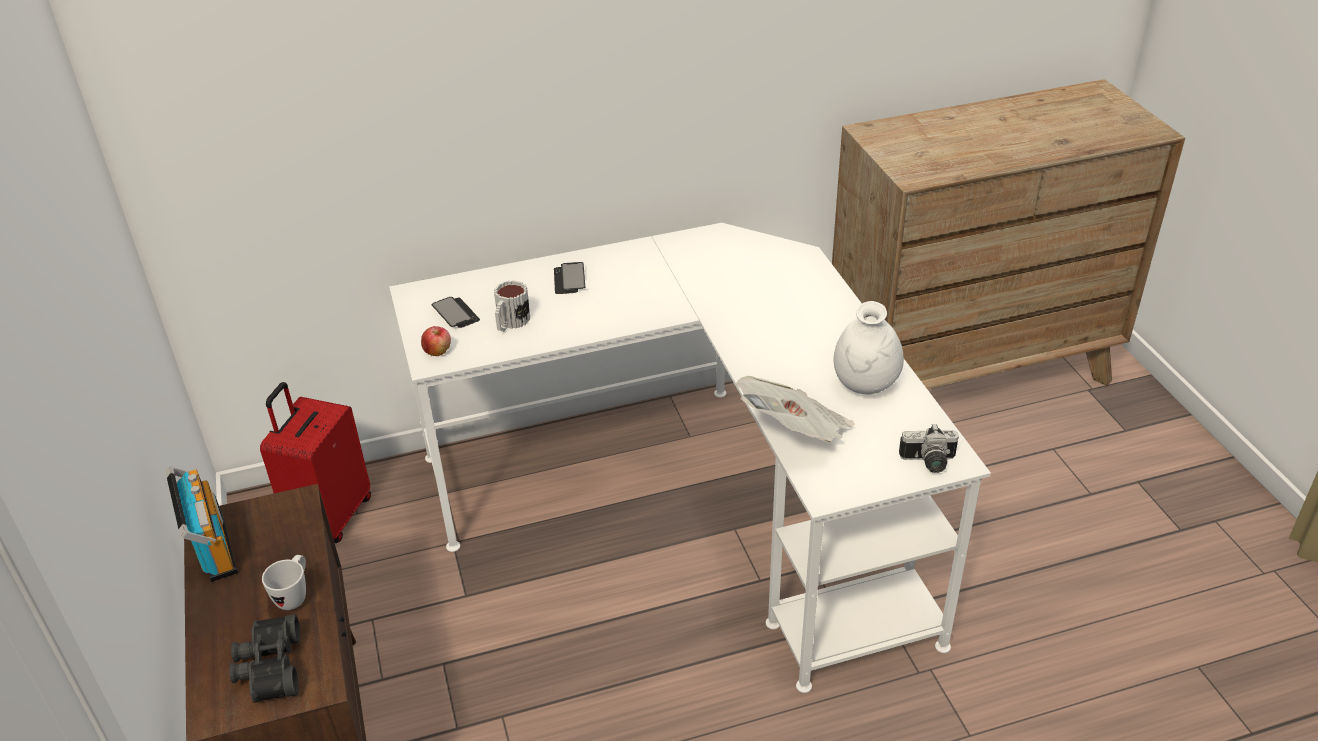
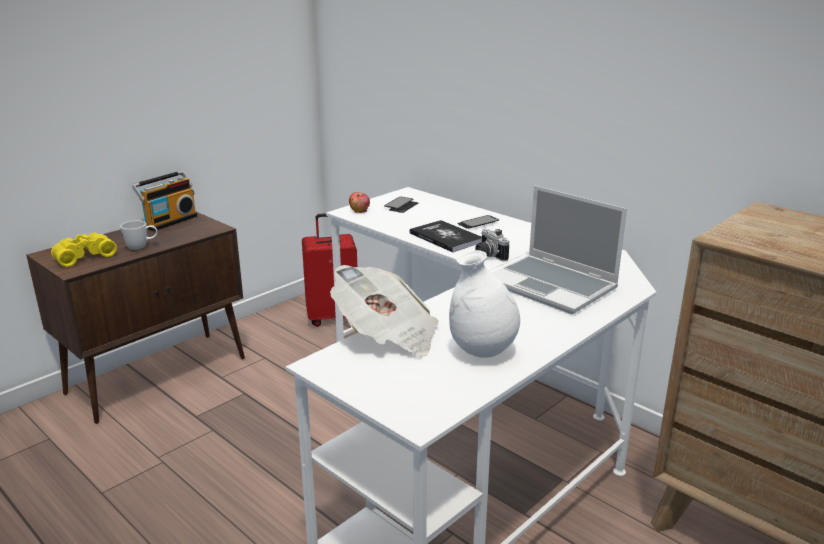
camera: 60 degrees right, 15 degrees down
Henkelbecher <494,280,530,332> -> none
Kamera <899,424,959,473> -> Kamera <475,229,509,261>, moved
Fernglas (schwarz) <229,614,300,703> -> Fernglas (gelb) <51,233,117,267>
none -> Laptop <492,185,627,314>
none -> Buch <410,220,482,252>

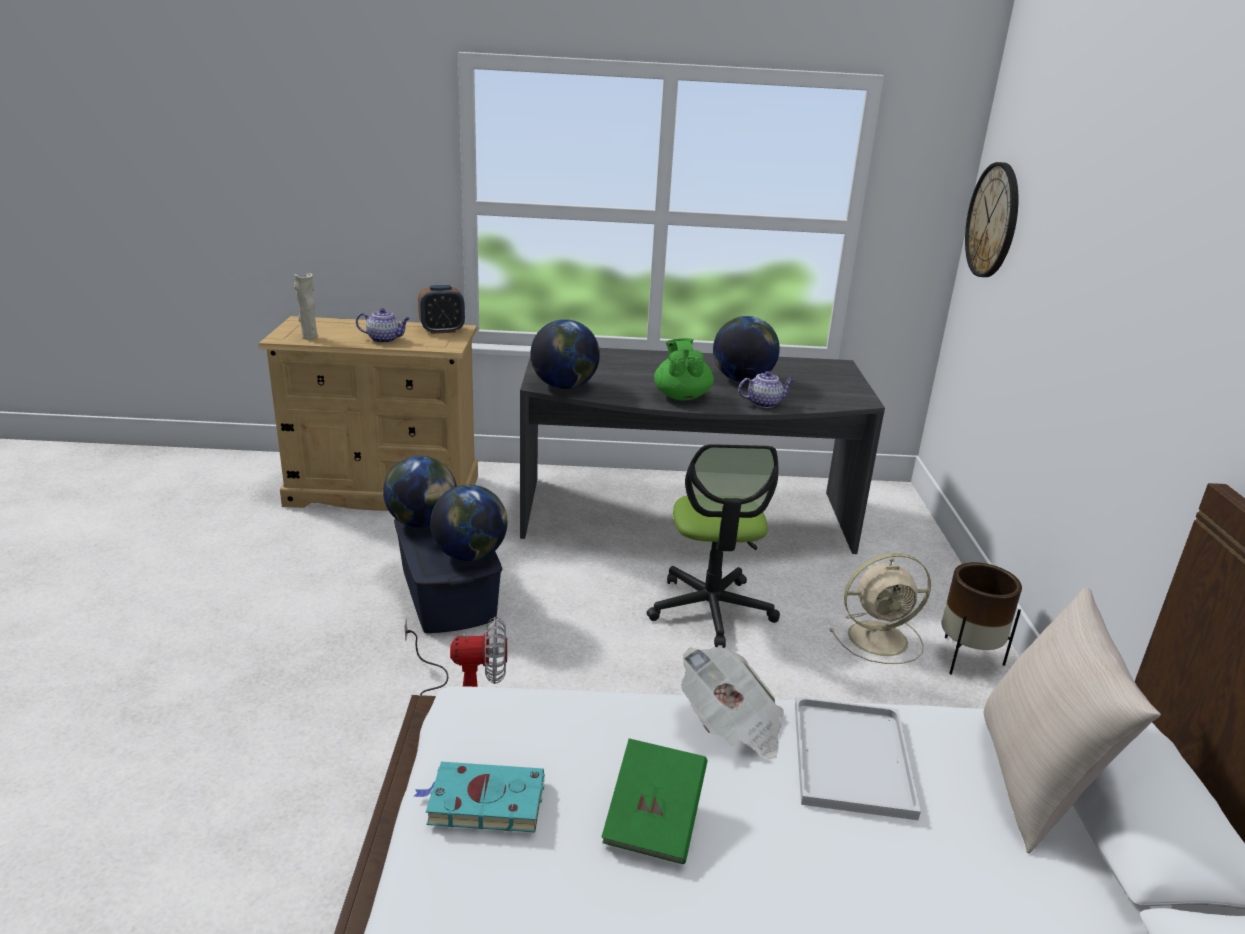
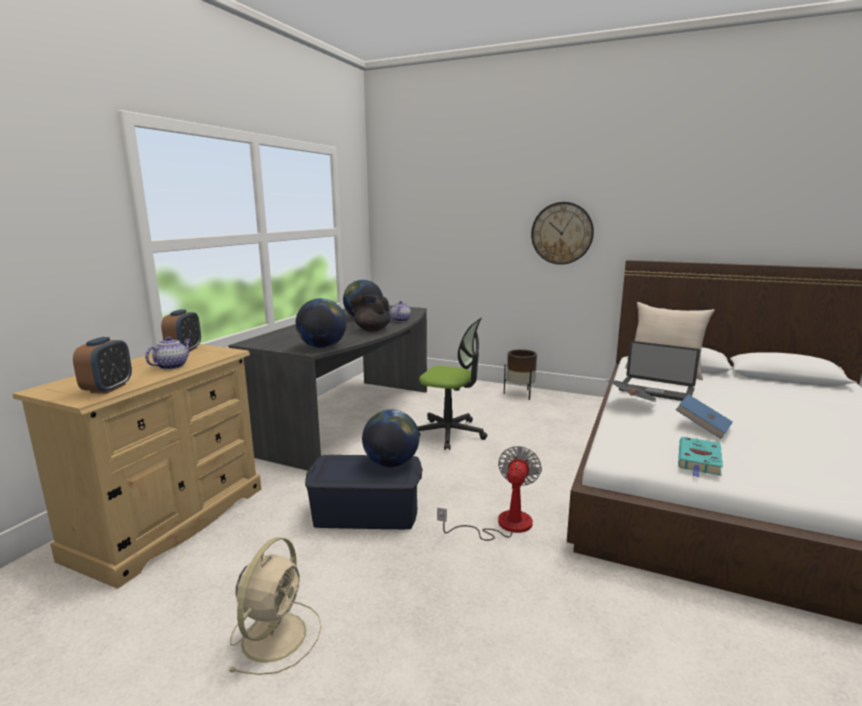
camera: 65 degrees left, 10 degrees down
Wanduhr <965,162,1019,277> -> Wanduhr <531,202,594,265>, moved
Vase (beige) <294,273,318,340> -> Wecker <73,337,132,394>
Teekanne (grün) <654,338,714,400> -> Teekanne (schwarz) <350,294,391,332>
Globus <383,456,457,528> -> none
Ventilator (beige) <830,553,931,664> -> Ventilator (beige) <229,537,322,675>, moved
Tablett (weiß) <795,697,921,820> -> Laptop <619,341,700,401>
Buch (grün) <601,738,708,864> -> Buch (blau) <675,394,733,439>

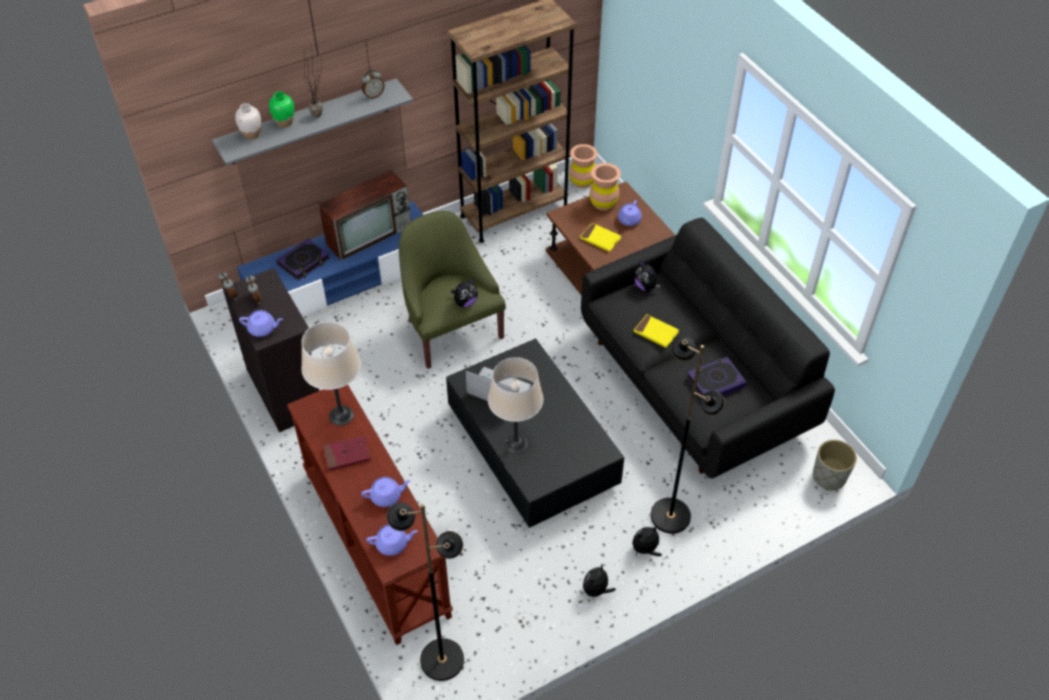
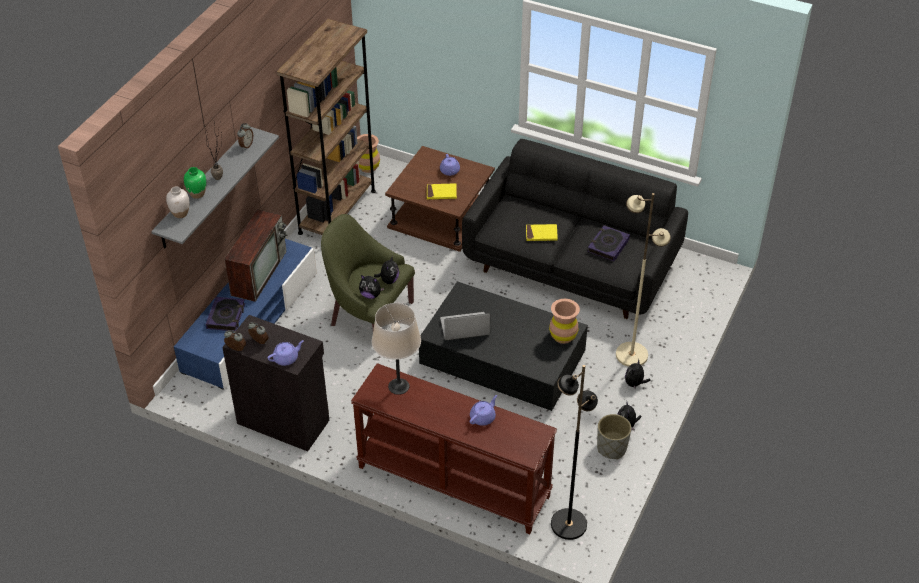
camera: 35 degrees left, 5 degrees down
Vase (braun) <589,163,621,211> -> Vase (braun) <549,299,580,344>, moved
Plüschtier <634,260,661,291> -> Plüschtier <359,275,385,299>, moved
Stehlampe (schwarz) <651,336,725,534> -> Stehlampe (beige) <616,193,671,367>
Tischlampe (beige) <488,357,543,454> -> none
Buch (rot) <323,435,371,471> -> none
Pflanzkübel (grau) <813,440,857,491> -> Pflanzkübel (grau) <597,414,631,459>, moved
Teekanne (lila) <366,524,418,556> -> none

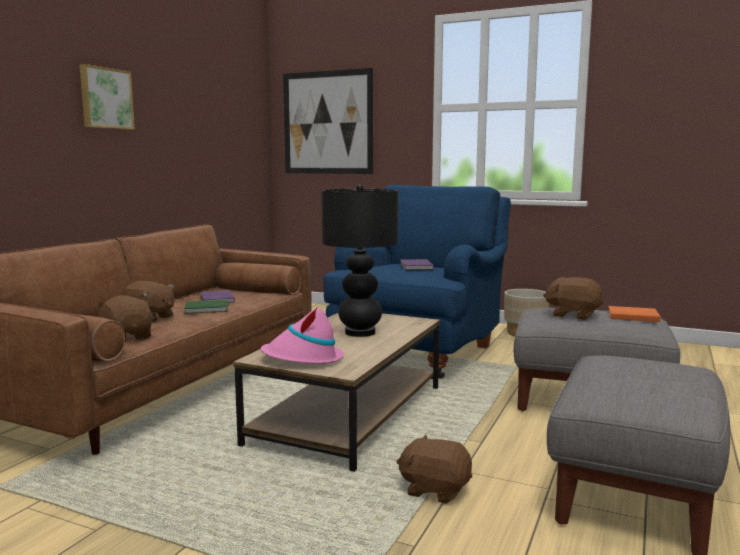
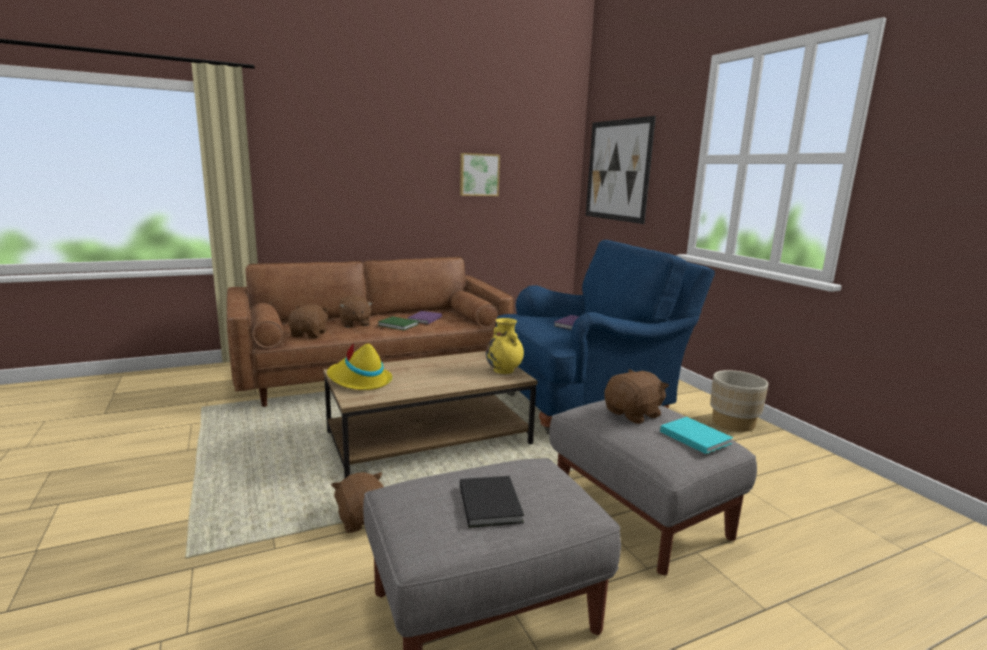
camera: 40 degrees right, 5 degrees up
Bild <80,64,135,130> -> Bild <460,153,500,196>, moved
Tischlampe (schwarz) <321,184,398,337> -> none
Plüschtier (braun) <543,277,604,320> -> Plüschtier (braun) <604,369,669,424>, 75 degrees clockwise
Buch (orange) <608,306,661,322> -> Buch (türkis) <660,417,733,454>
Hut (rosa) <261,307,344,364> -> Hut (gelb) <327,343,392,390>
none -> Vase (gelb) <486,318,524,374>
none -> Buch (schwarz) <460,476,524,528>

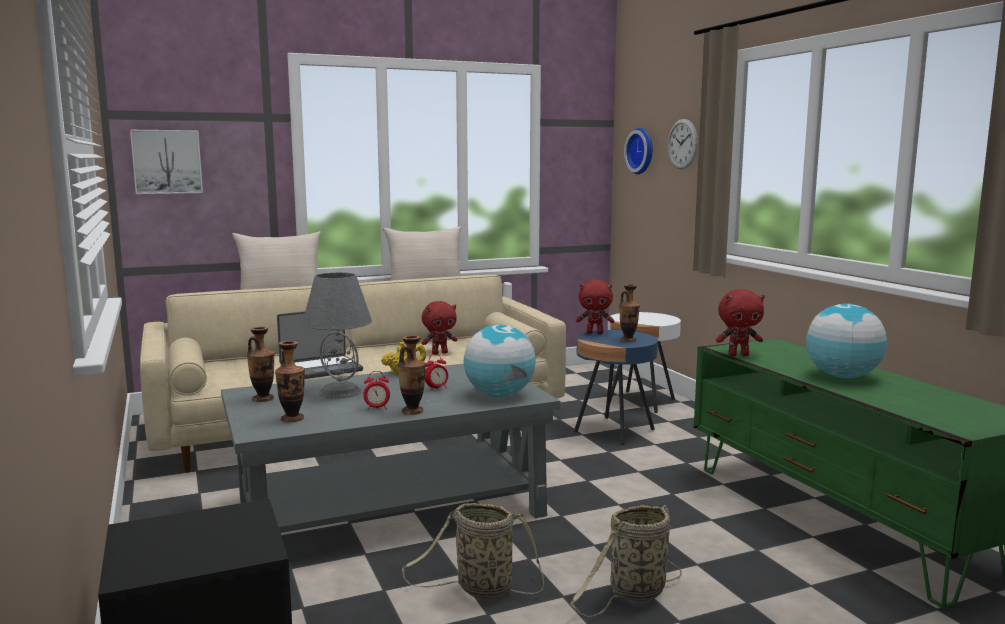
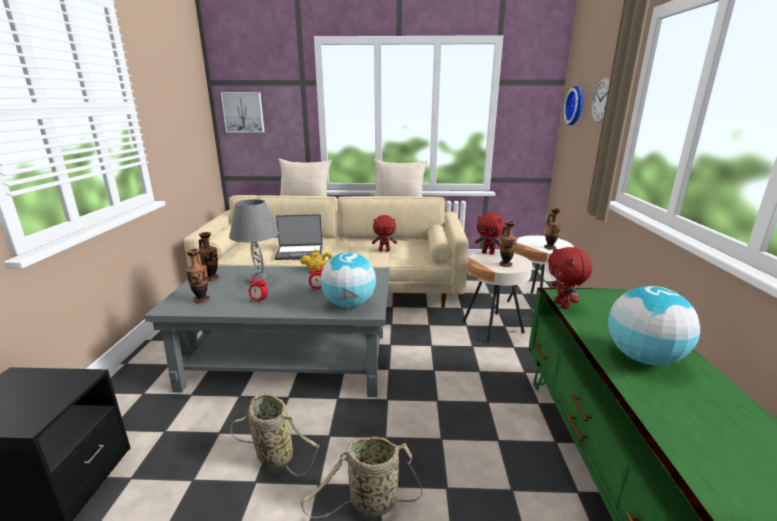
camera: 25 degrees right, 10 degrees up
Plüschtier (rot) <716,289,765,356> -> Plüschtier (rot) <548,246,592,309>, 60 degrees clockwise
Beistelltisch (blau) <574,330,658,445> -> Beistelltisch (beige) <463,251,532,342>
Vase <398,336,426,415> -> Vase <544,208,561,249>, moved

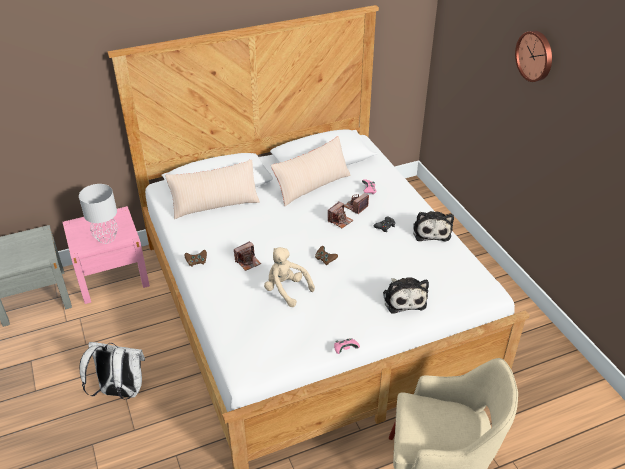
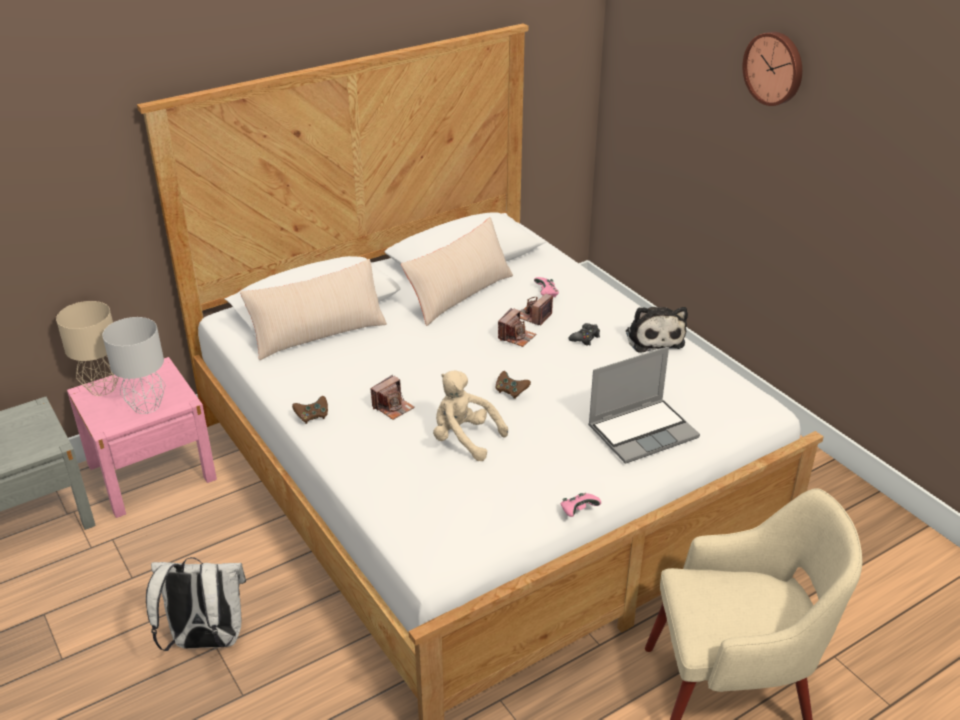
camera: 10 degrees left, 5 degrees down
Plüschtier <383,277,429,314> -> Laptop <588,347,700,464>
none -> Tischlampe (beige) <56,301,119,396>

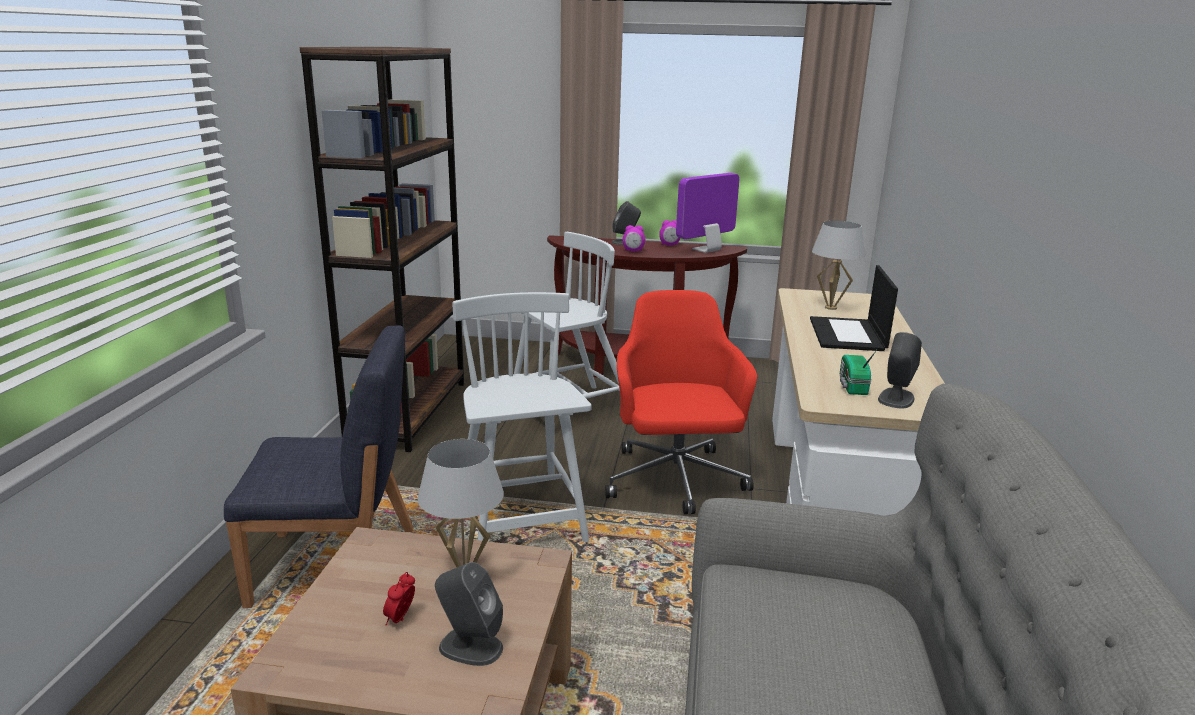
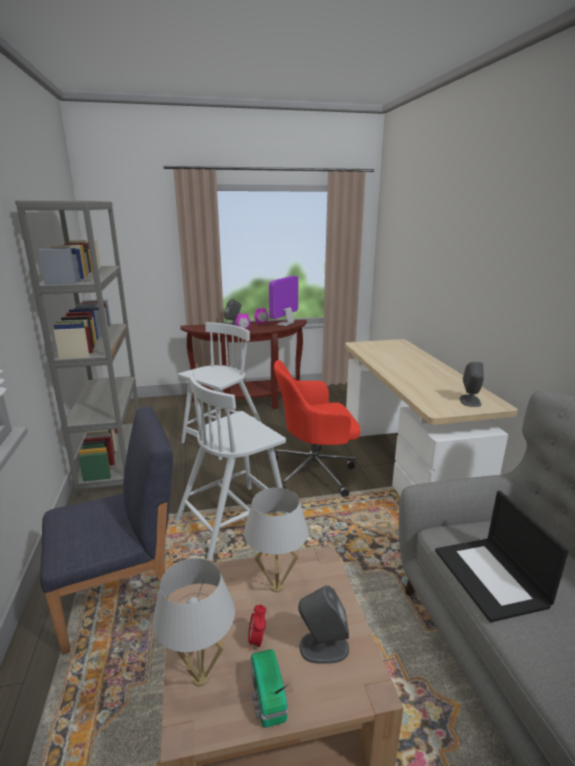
camera: 20 degrees left, 0 degrees up
Bücherregal (braun) <300,47,464,452> -> Bücherregal (grau) <15,201,139,497>
Tischlampe (weiß) <812,221,865,310> -> Tischlampe (weiß) <152,558,235,686>, moved
Laptop <810,265,898,351> -> Laptop <435,491,569,623>, moved
Bürostuhl (rot) <605,290,757,514> -> Bürostuhl (rot) <274,360,361,497>, 75 degrees counterclockwise
Stuhl (weiß) <452,292,592,542> -> Stuhl (weiß) <175,370,289,560>, 90 degrees counterclockwise
Radio <840,350,877,395> -> Radio <251,649,289,728>, moved

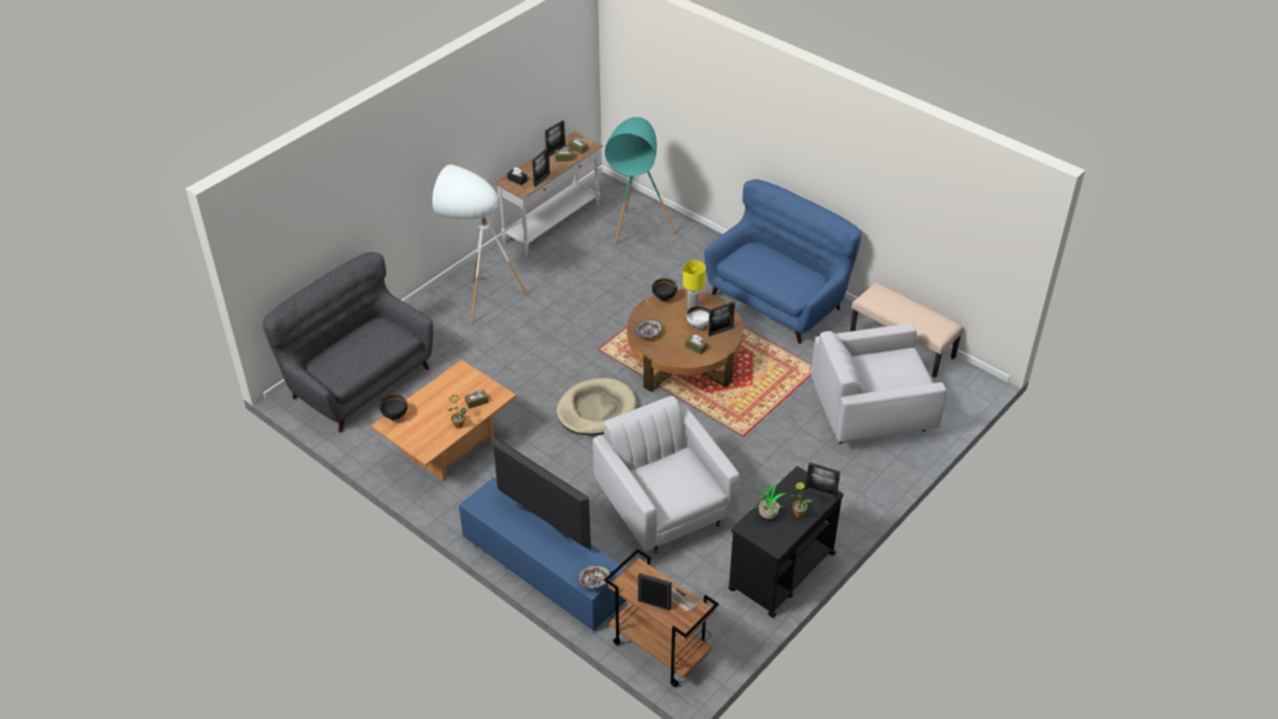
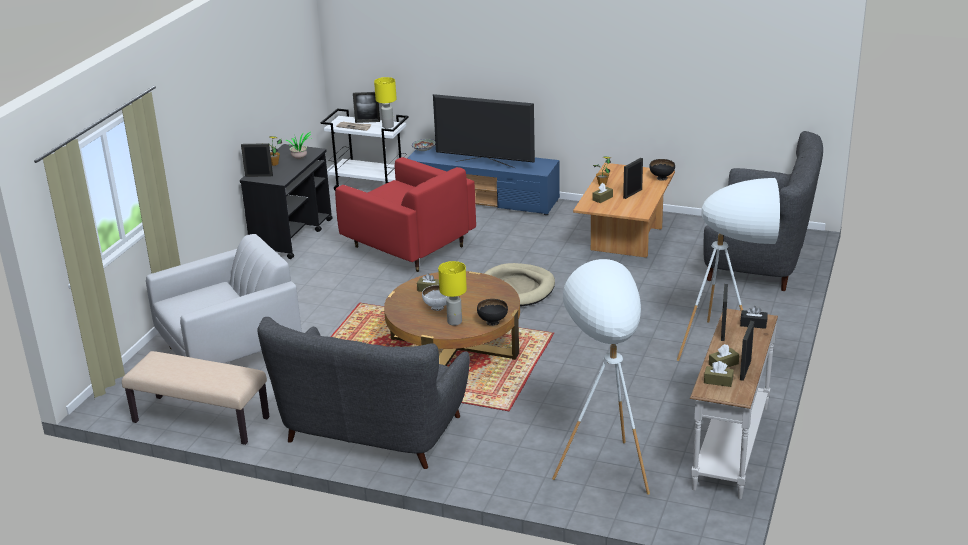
camera: 160 degrees right, 15 degrees down
Stehlampe (türkis) <605,117,677,246> -> Stehlampe (weiß) <552,259,650,495>
Sofa (blau) <704,179,861,344> -> Sofa (grau) <257,317,470,469>
Bilderrahmen <708,301,735,337> -> Bilderrahmen <623,158,643,199>, moved
Schüssel <636,320,662,338> -> none
Sessel (weiß) <593,396,740,553> -> Sessel (rot) <335,157,476,272>
Rollwagen (braun) <604,549,719,687> -> Rollwagen (weiß) <321,108,408,190>
none -> Tischlampe (gelb) <374,77,397,128>

